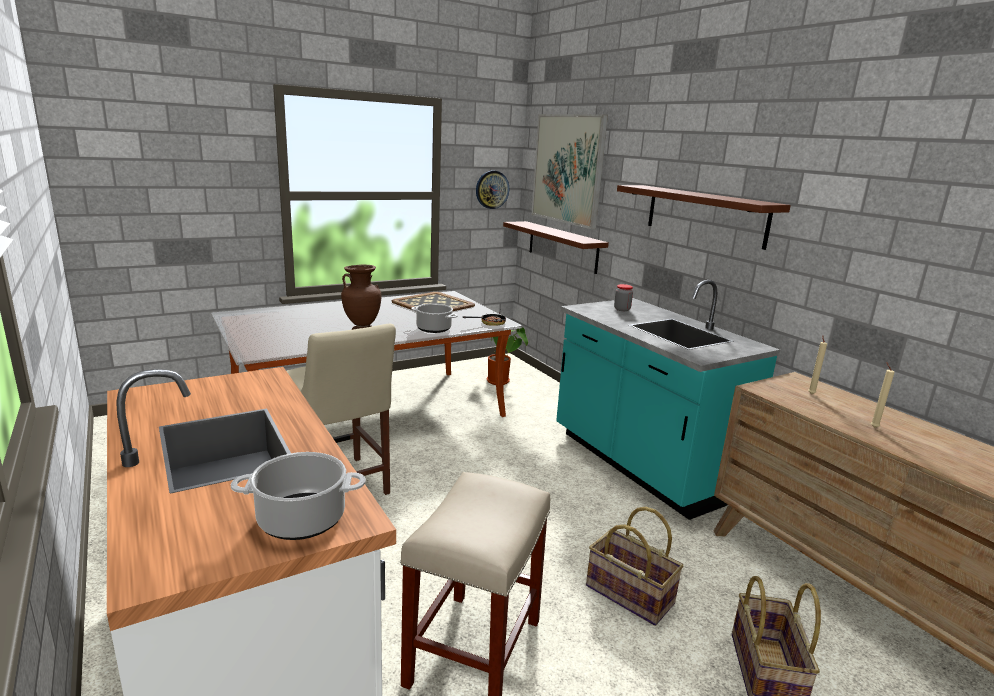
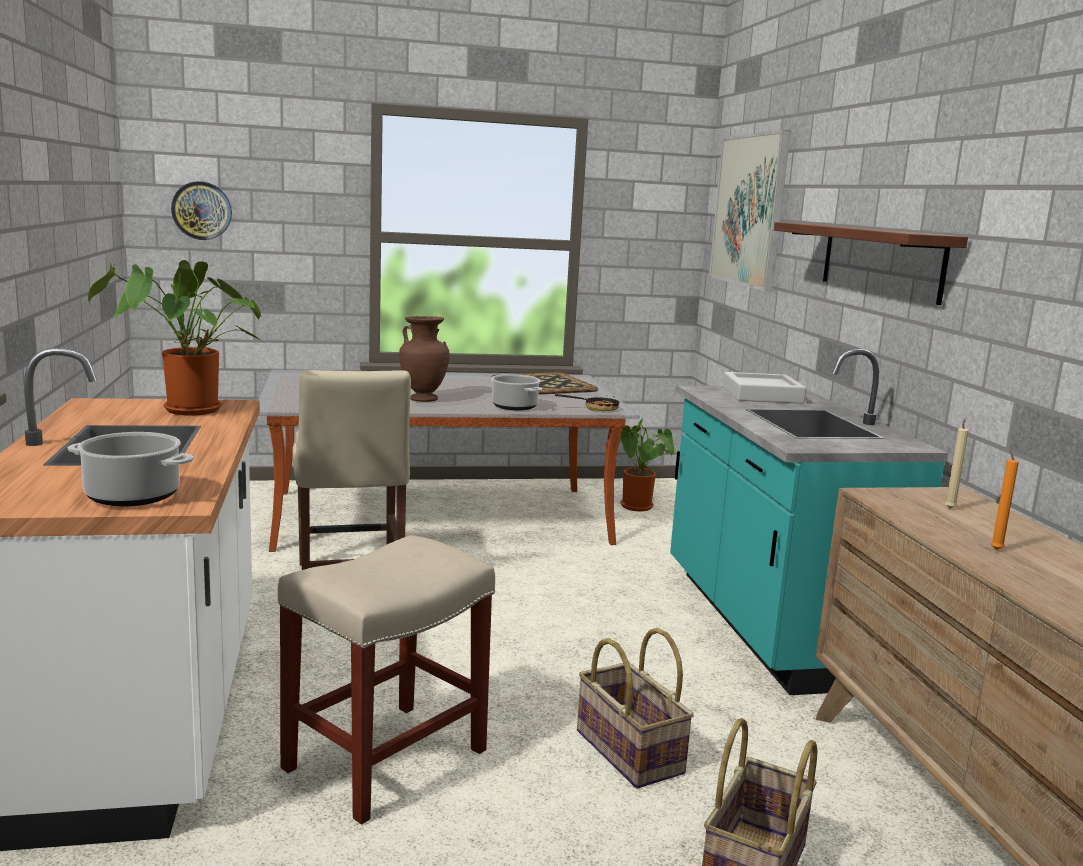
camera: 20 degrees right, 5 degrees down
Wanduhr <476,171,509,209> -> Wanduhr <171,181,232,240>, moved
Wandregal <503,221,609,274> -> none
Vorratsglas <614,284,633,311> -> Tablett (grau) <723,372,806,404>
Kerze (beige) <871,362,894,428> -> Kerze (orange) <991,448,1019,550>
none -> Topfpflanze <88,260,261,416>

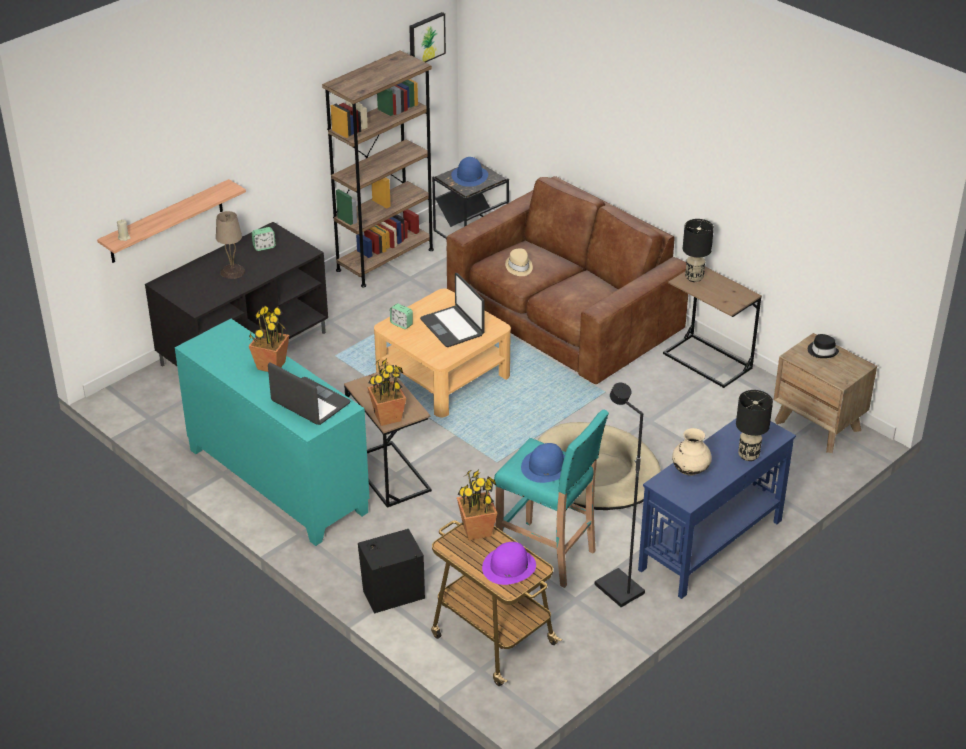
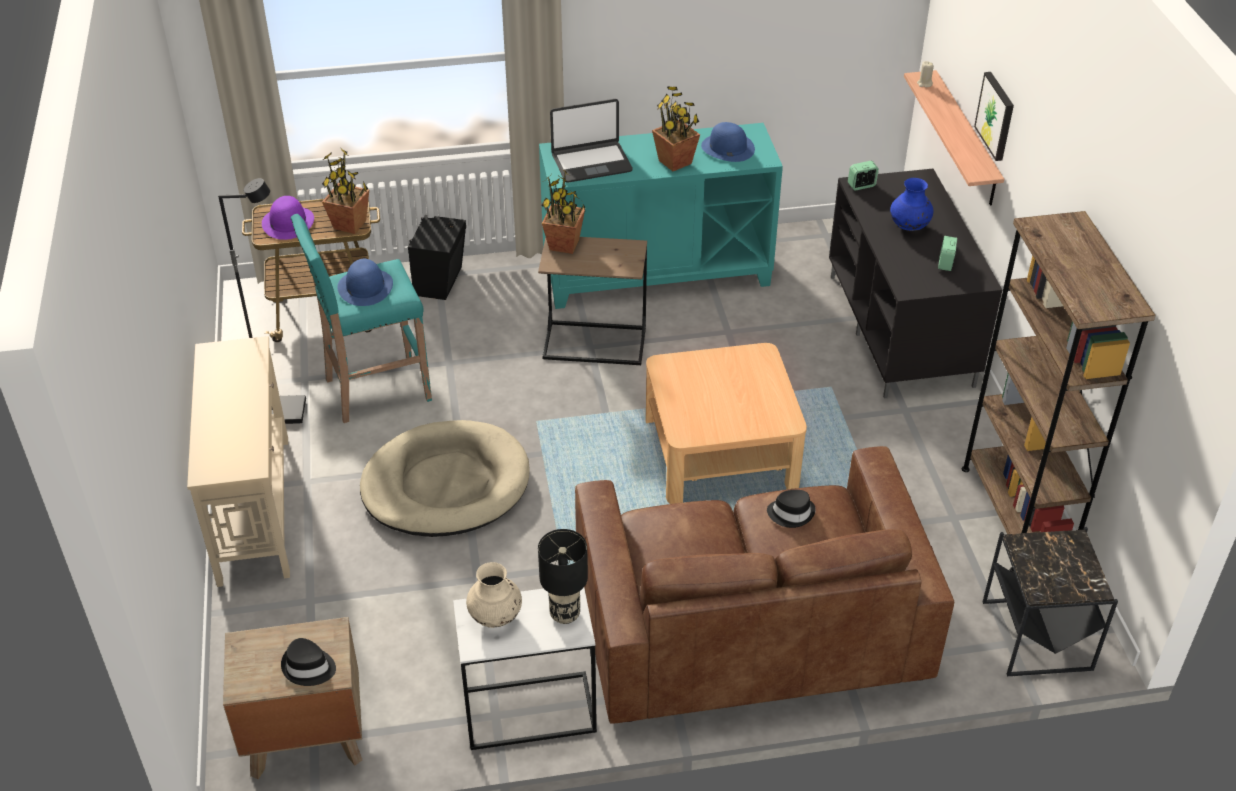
camera: 125 degrees right, 5 degrees up
Bild <409,12,446,62> -> Bild <974,72,1014,161>, moved
Hut (blau) <451,157,488,187> -> Hut (blau) <701,122,755,162>, moved
Tischlampe (beige) <216,211,245,279> -> Vase (blau) <890,178,933,231>
Hut (beige) <505,248,533,276> -> Hut (schwarz) <767,490,816,528>
Beistelltisch (braun) <663,267,762,388> -> Beistelltisch (weiß) <453,588,597,750>
Laptop <420,273,484,347> -> none
Wecker <390,303,413,329> -> Wecker <848,161,879,190>, moved
Tischlampe (schwarz) <736,390,773,461> -> none
Konsolentisch (blau) <638,419,796,599> -> Konsolentisch (beige) <187,336,290,587>
Vase (beige) <672,428,712,476> -> Vase (beige) <466,562,522,628>, moved

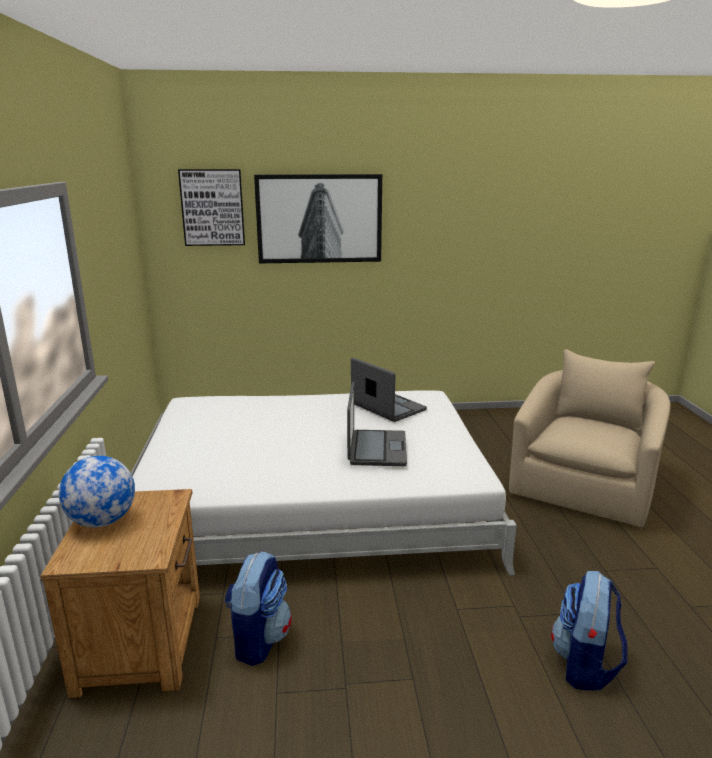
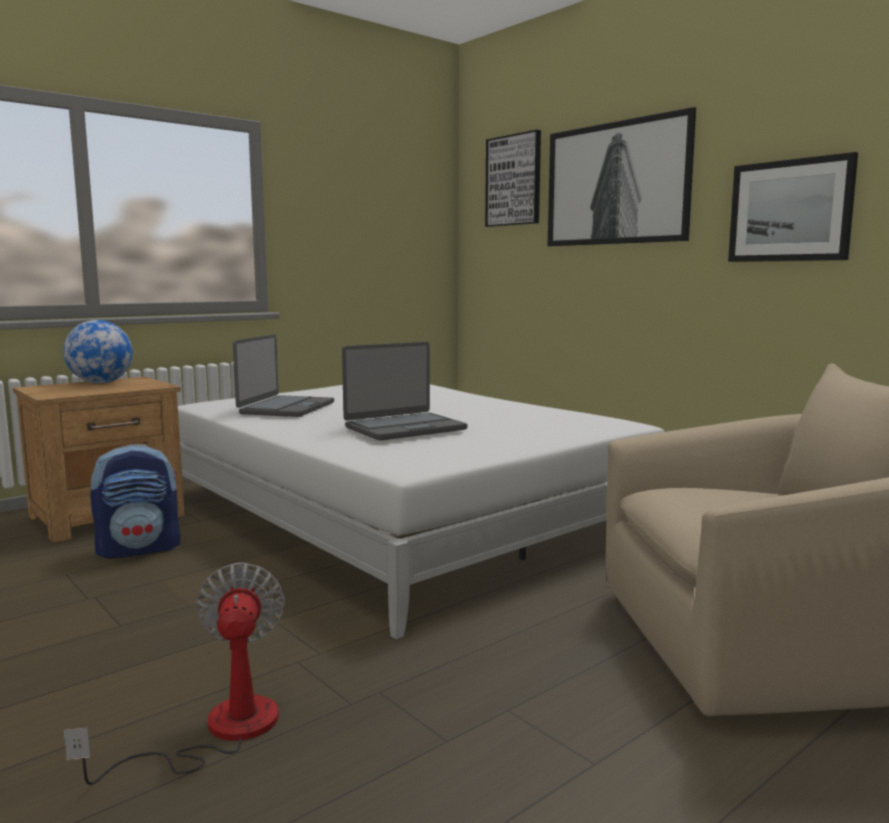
camera: 55 degrees right, 10 degrees down
Laptop <351,357,427,422> -> Laptop <233,334,334,417>, moved
Rucksack <551,571,628,691> -> Ventilator <63,563,285,785>
none -> Bild <728,152,858,262>

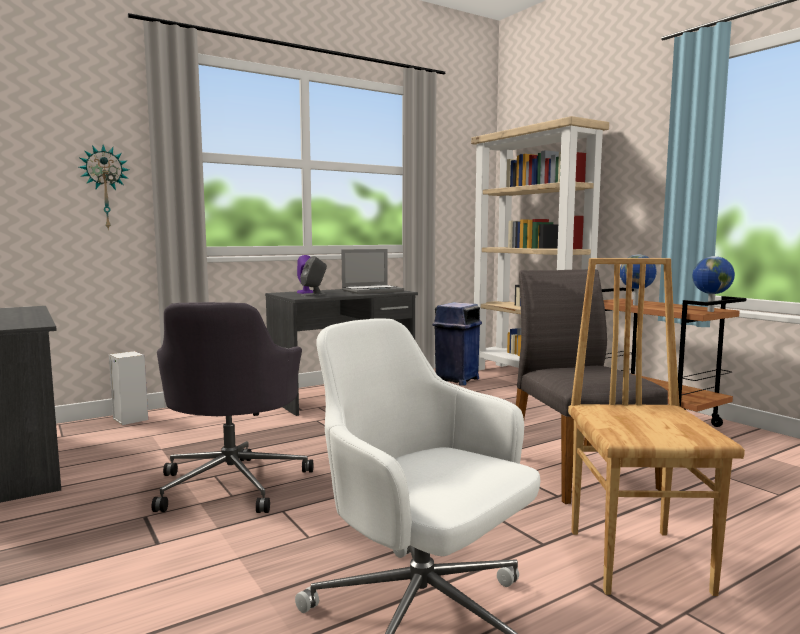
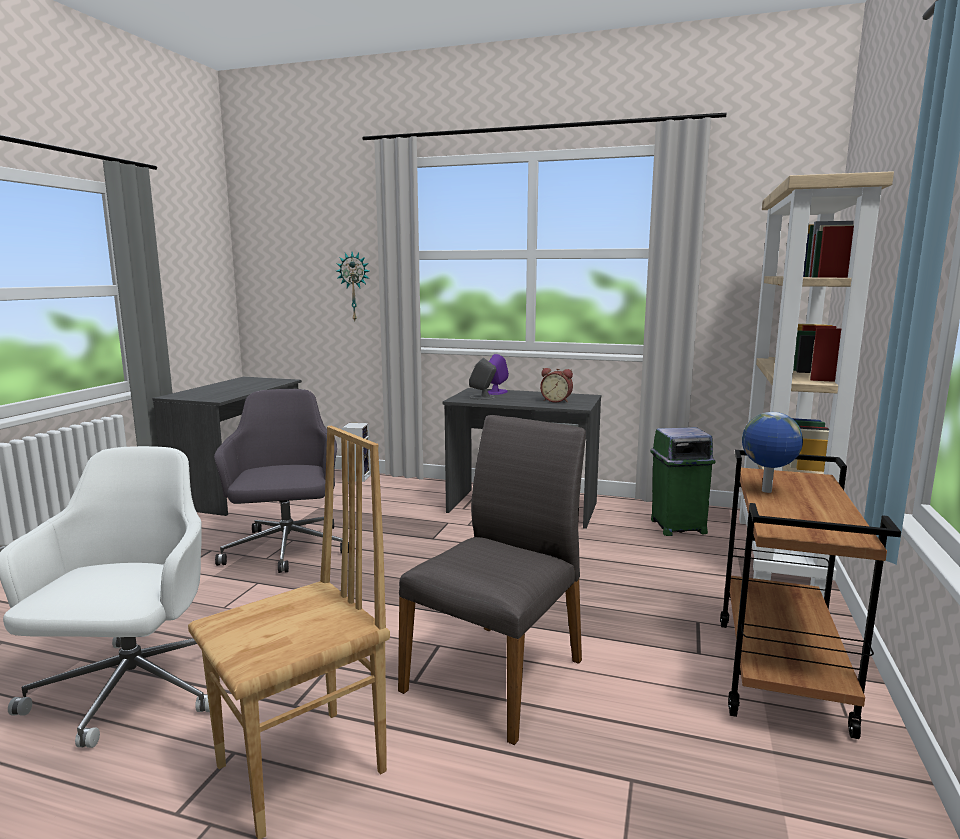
camera: 50 degrees right, 5 degrees up
Laptop <341,249,404,294> -> Wecker <540,368,573,403>
Globus <692,256,735,312> -> none
Bürostuhl (grau) <152,302,313,513> -> Bürostuhl (grau) <214,389,349,573>, 120 degrees clockwise
Mülleimer (blau) <432,302,482,386> -> Mülleimer (grün) <650,427,716,536>

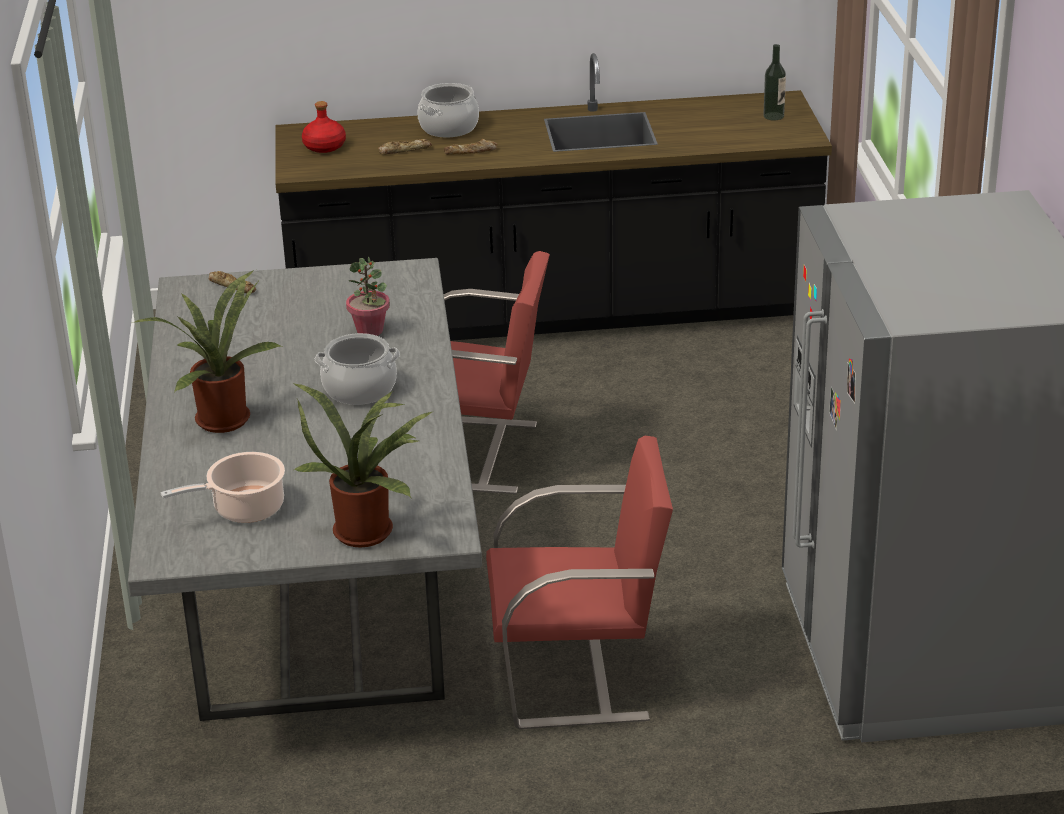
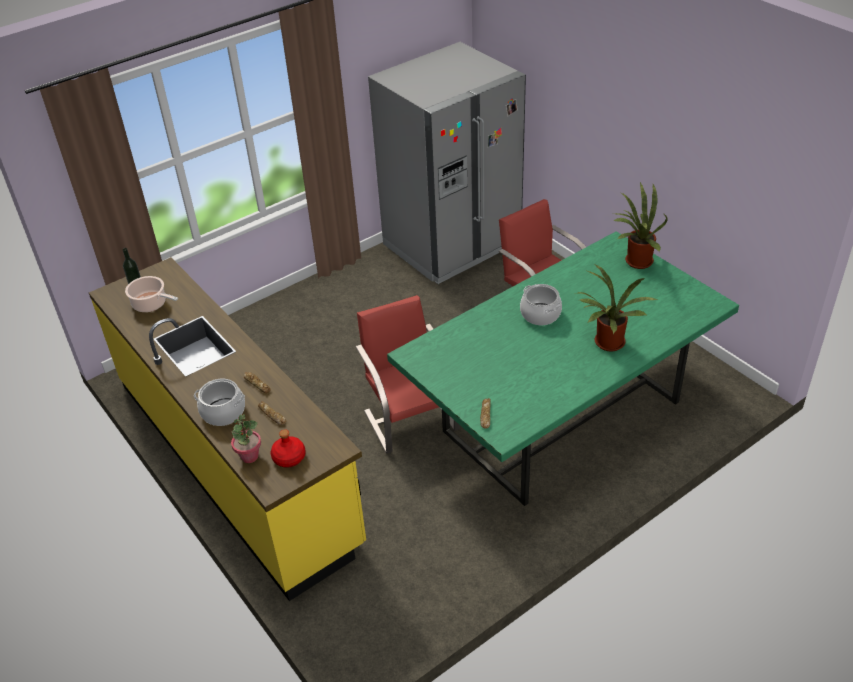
camera: 120 degrees left, 10 degrees up
Küchenzeile (schwarz) <275,53,832,341> -> Küchenzeile (gelb) <89,257,366,601>
Topfpflanze <346,256,390,336> -> Topfpflanze <231,414,261,463>, moved
Esstisch (grau) <128,258,482,721> -> Esstisch (grün) <387,231,739,506>
Kochtopf <161,452,285,523> -> Kochtopf <125,276,178,312>, moved

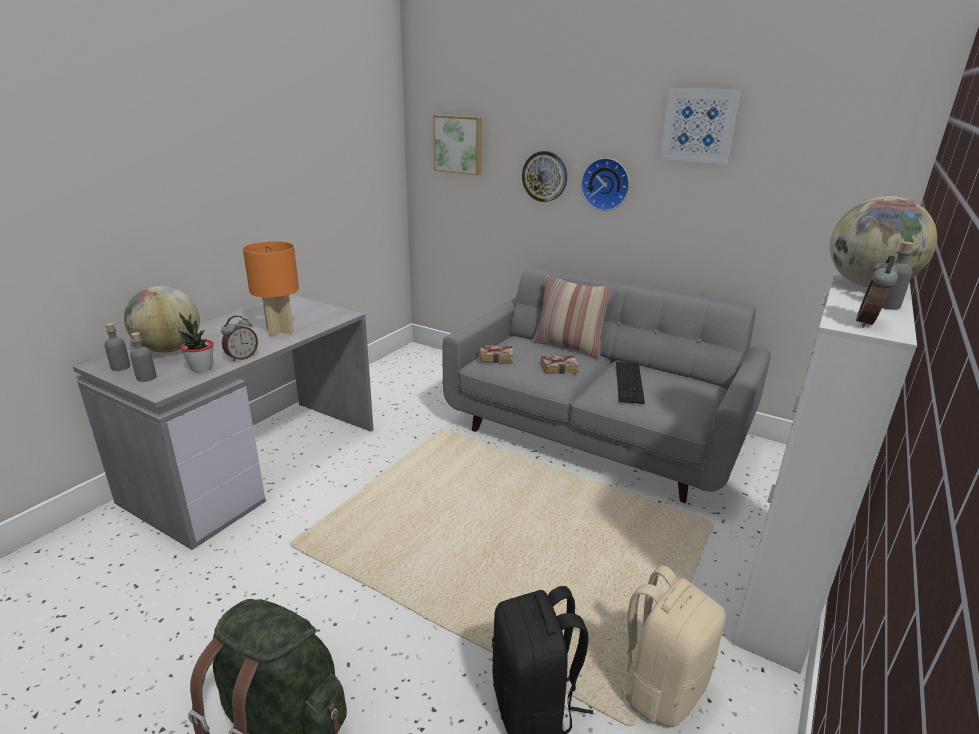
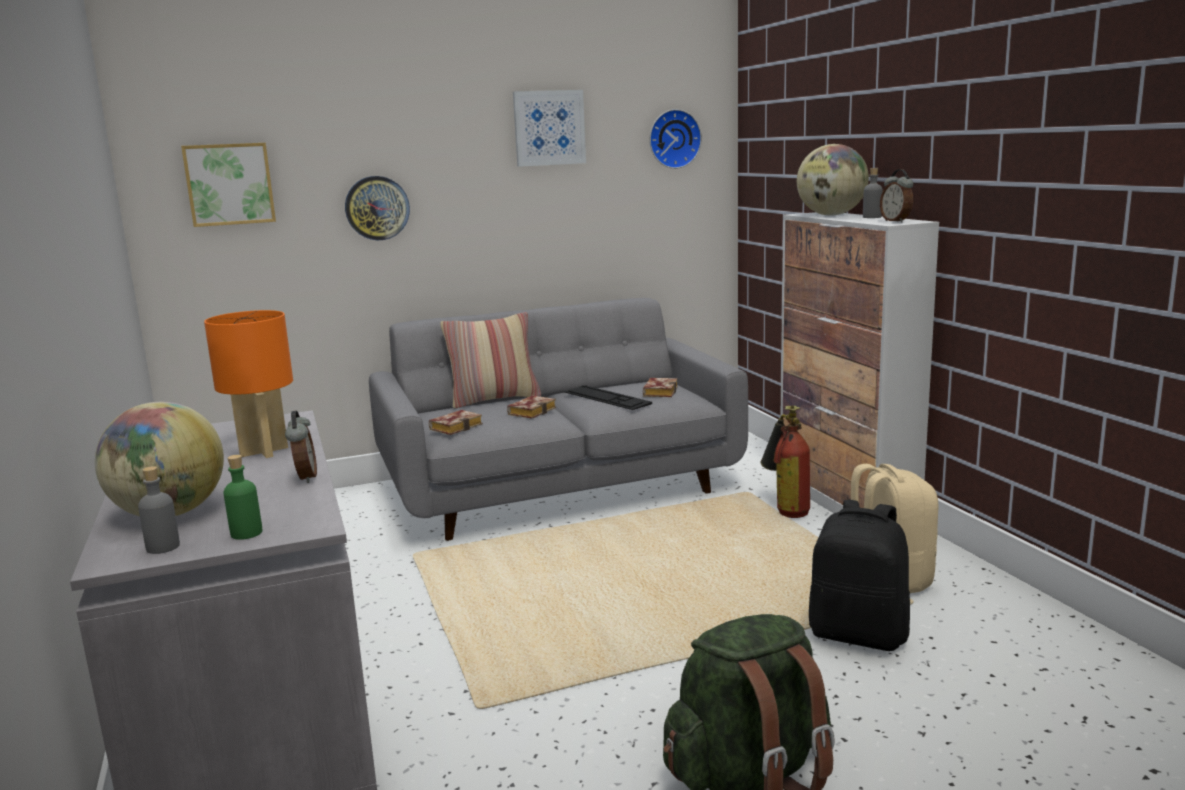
camera: 50 degrees left, 10 degrees down
Wanduhr <581,158,630,211> -> Wanduhr <649,109,702,169>, moved
Topfpflanze <178,313,214,372> -> none
Flasche (grau) <130,332,157,382> -> Flasche (grün) <224,455,263,540>
none -> Buch <643,378,678,397>
none -> Feuerlöscher <760,405,810,518>

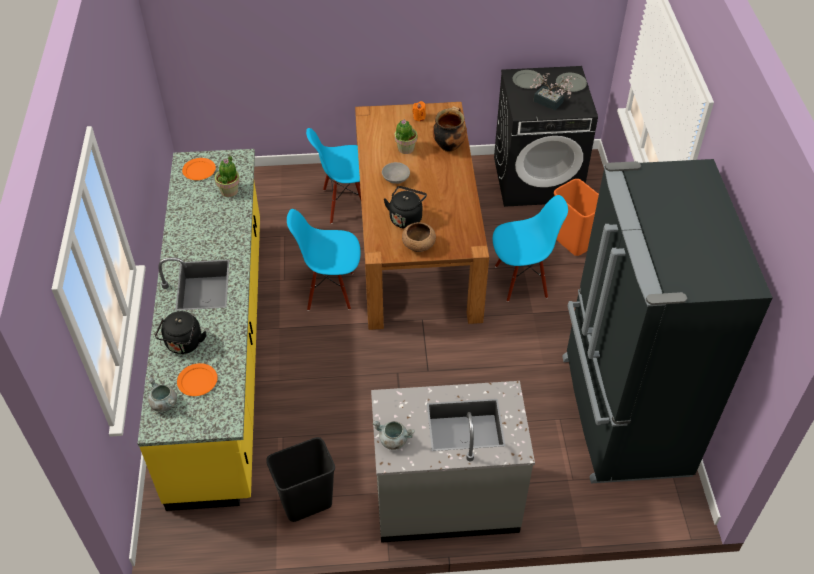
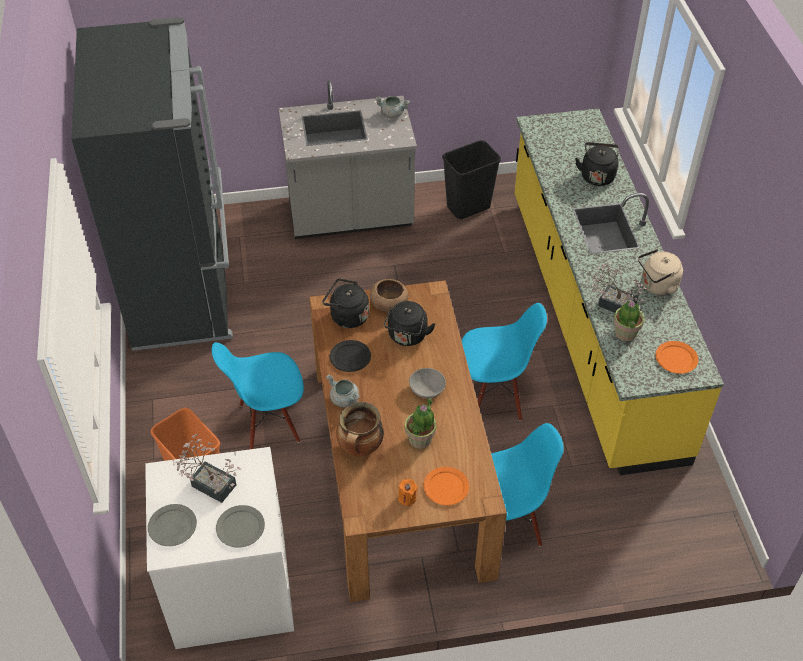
camera: 175 degrees right, 0 degrees up
Waschmaschine (schwarz) <494,66,598,207> -> Waschmaschine (weiß) <145,447,294,649>
Teller (orange) <177,363,217,396> -> Teller (orange) <424,467,469,505>, moved
Kochtopf (grau) <148,377,177,412> -> Kochtopf (grau) <326,375,360,408>, moved
none -> Wasserkessel (beige) <638,249,683,296>
none -> Topfpflanze <592,258,646,313>
none -> Wasserkessel (schwarz) <322,278,369,328>
none -> Teller (schwarz) <330,340,371,372>

